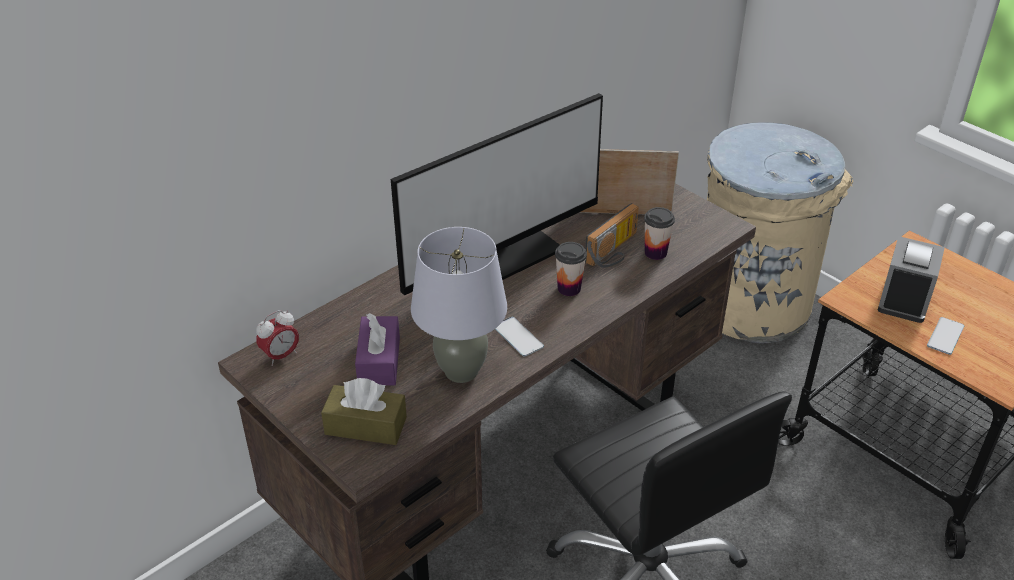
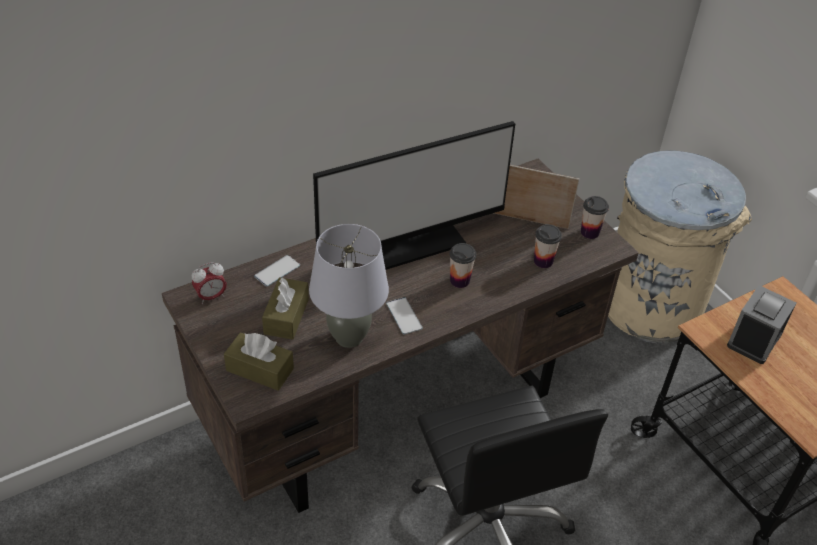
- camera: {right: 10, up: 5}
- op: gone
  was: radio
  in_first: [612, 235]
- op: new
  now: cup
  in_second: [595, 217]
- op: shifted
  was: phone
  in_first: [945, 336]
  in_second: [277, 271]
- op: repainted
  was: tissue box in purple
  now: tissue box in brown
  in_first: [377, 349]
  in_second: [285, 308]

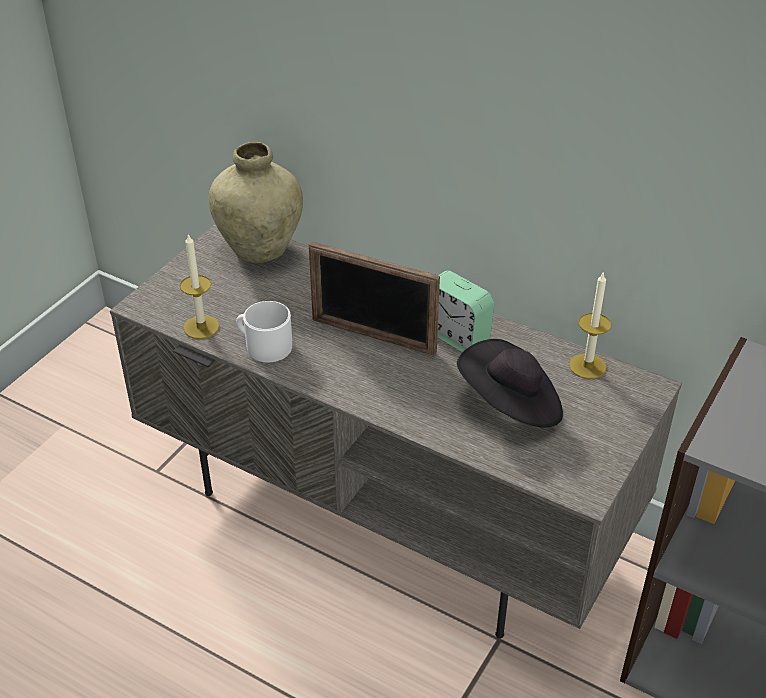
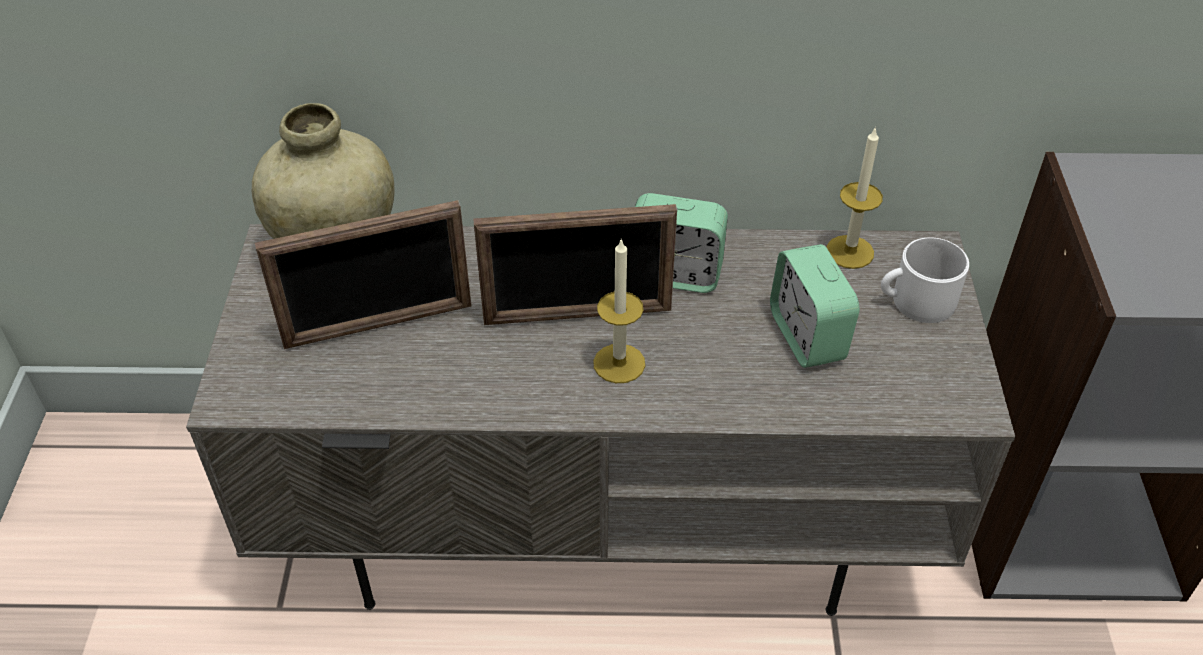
- camera: {right: -30, up: 5}
- op: new
  now: picture frame
  in_second: [363, 274]
- op: shifted
  was: candle
  in_first: [199, 286]
  in_second: [619, 310]
- op: shifted
  was: mug in white
  in_first: [264, 331]
  in_second: [925, 280]
- op: swapped
  was: hat in black
  now: alarm clock
  in_first: [510, 383]
  in_second: [815, 306]

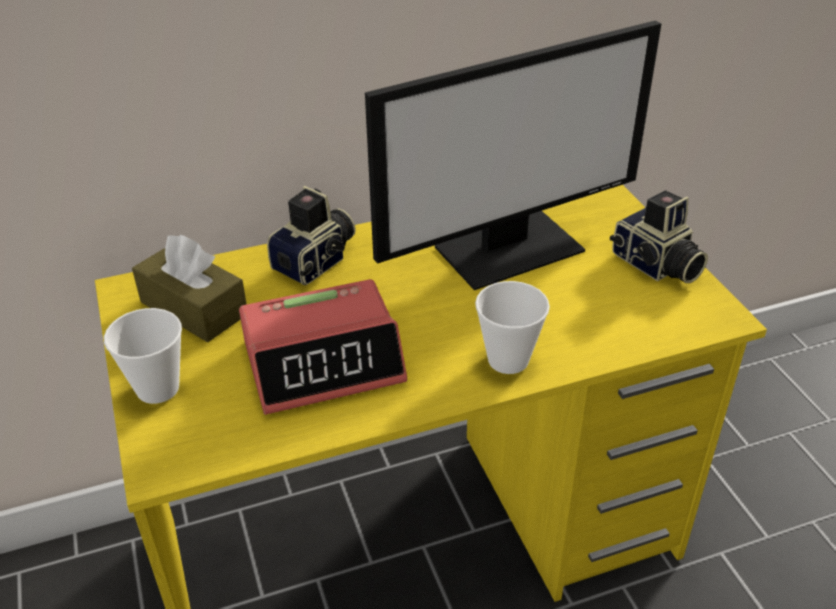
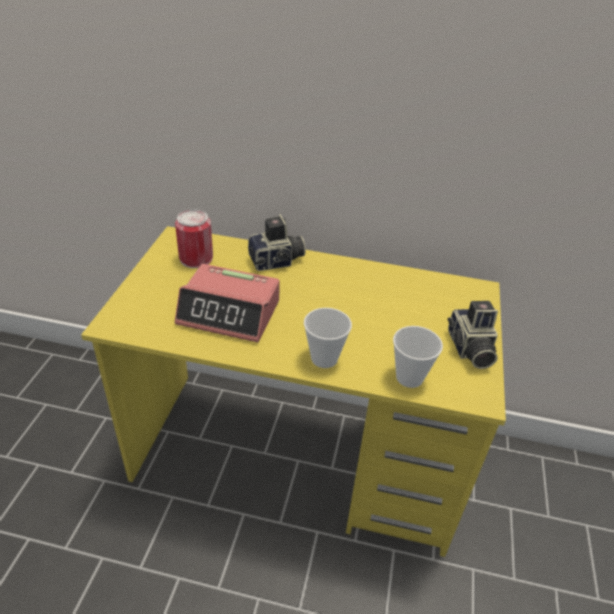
- camera: {right: 30, up: 0}
- op: gone
  was: monitor
  in_first: [513, 155]
- op: shifted
  was: cup
  in_first: [143, 356]
  in_second: [418, 357]
- op: swapped
  was: tissue box in brown
  now: can
  in_first: [189, 288]
  in_second: [194, 239]

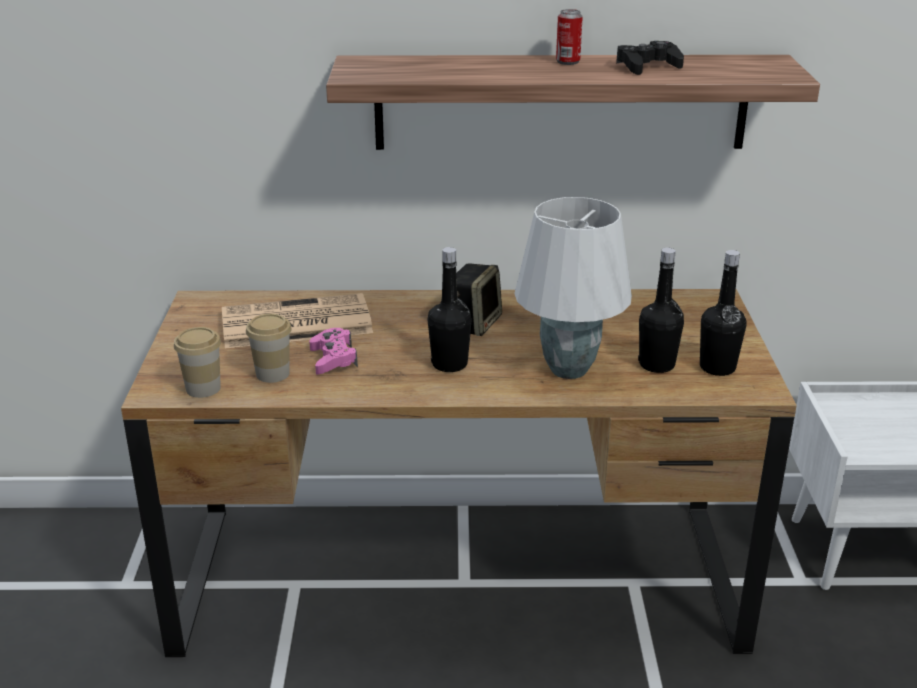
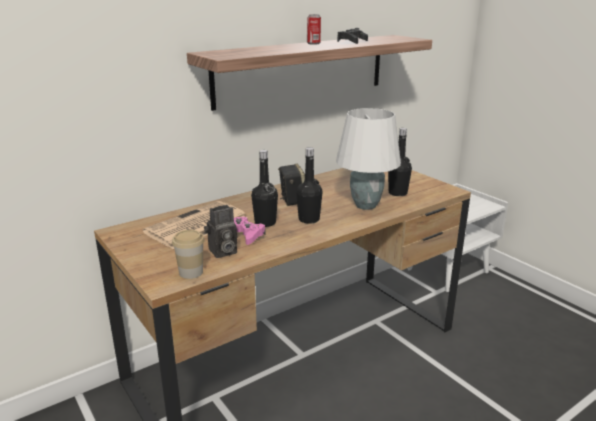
- camera: {right: -35, up: -5}
- op: shifted
  was: bottle in black
  in_first: [723, 313]
  in_second: [264, 188]
- op: swapped
  was: cup
  now: photo camera
  in_first: [269, 348]
  in_second: [220, 231]

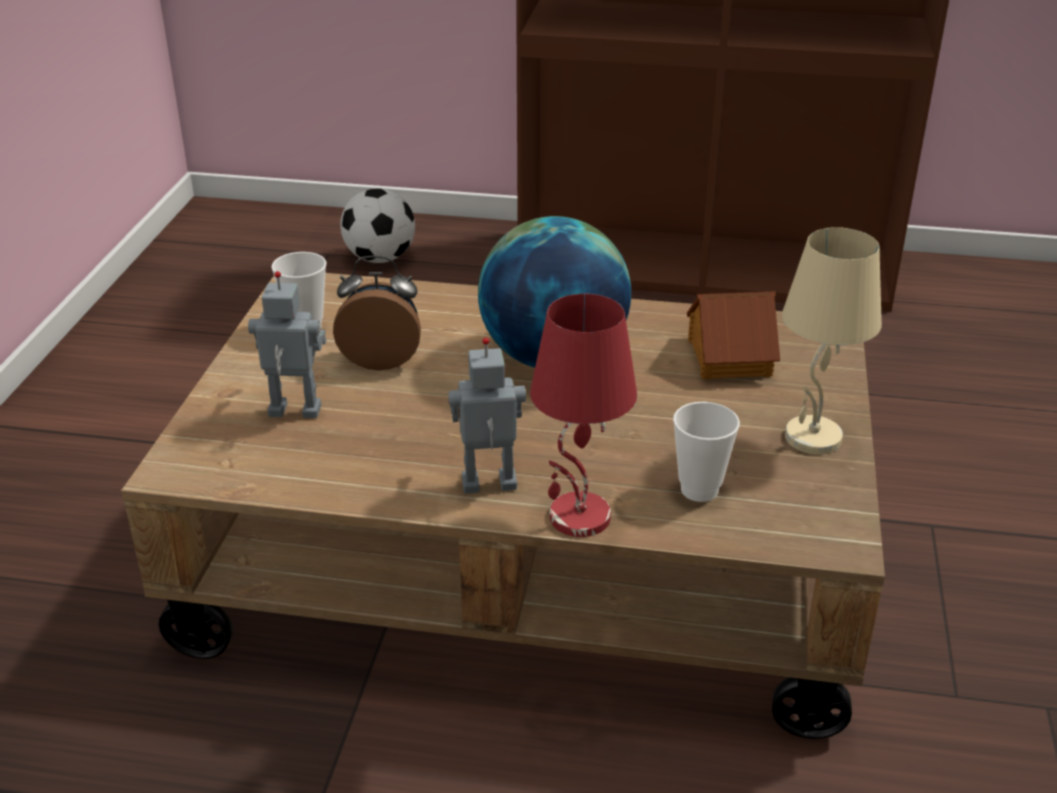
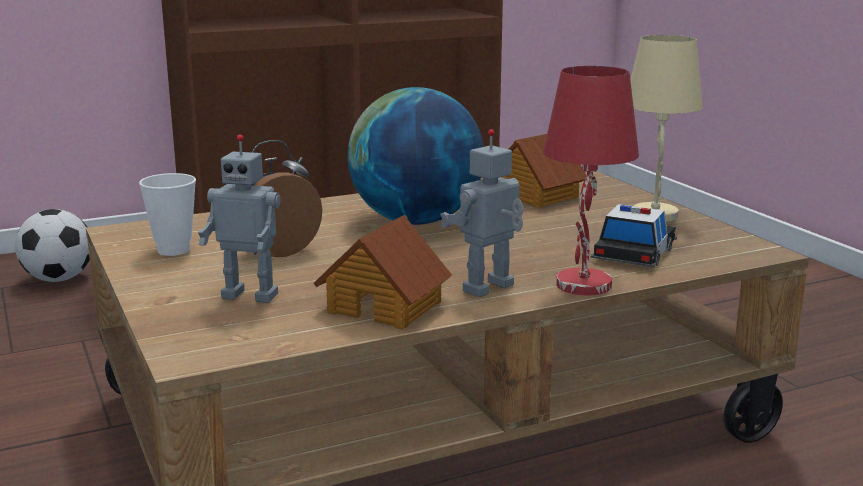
- camera: {right: -35, up: -15}
- op: new
  now: toy house
  in_second: [382, 272]
- op: swapped
  was: cup
  now: toy car
  in_first: [706, 452]
  in_second: [633, 235]
- op: rotated
  was: toy robot
  in_first: [287, 344]
  in_second: [239, 219]
  clockwise: -135

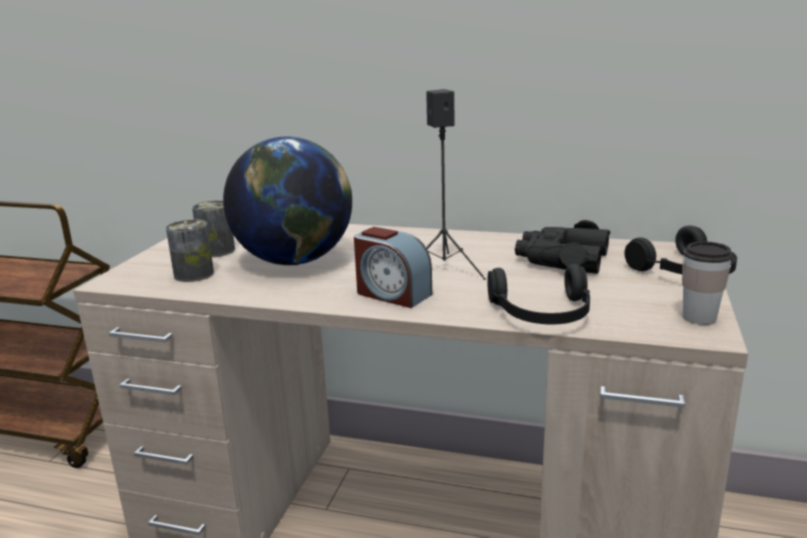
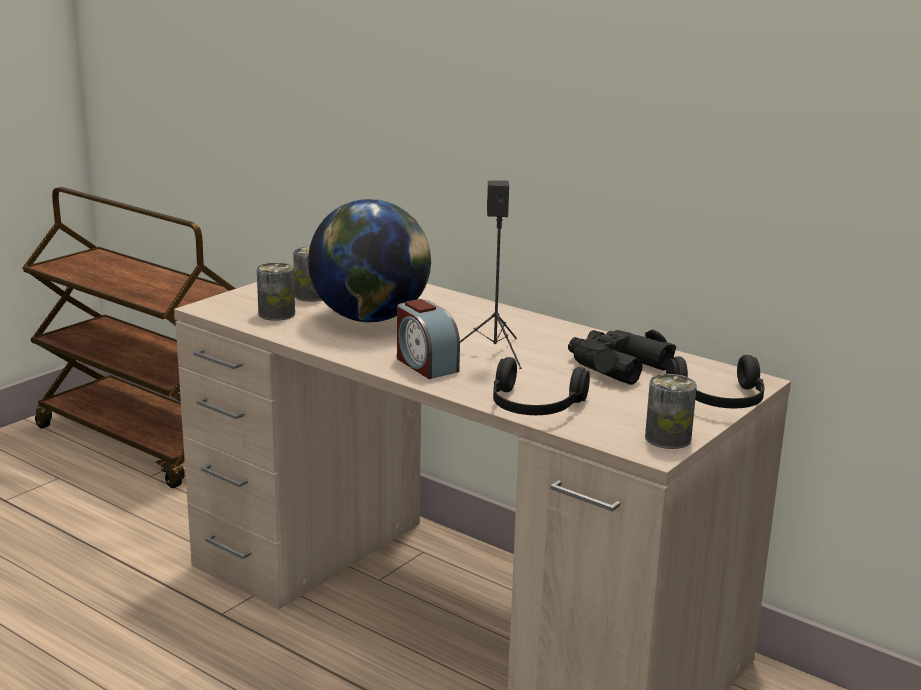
- camera: {right: 20, up: 0}
- op: swapped
  was: cup
  now: can
  in_first: [707, 283]
  in_second: [671, 411]

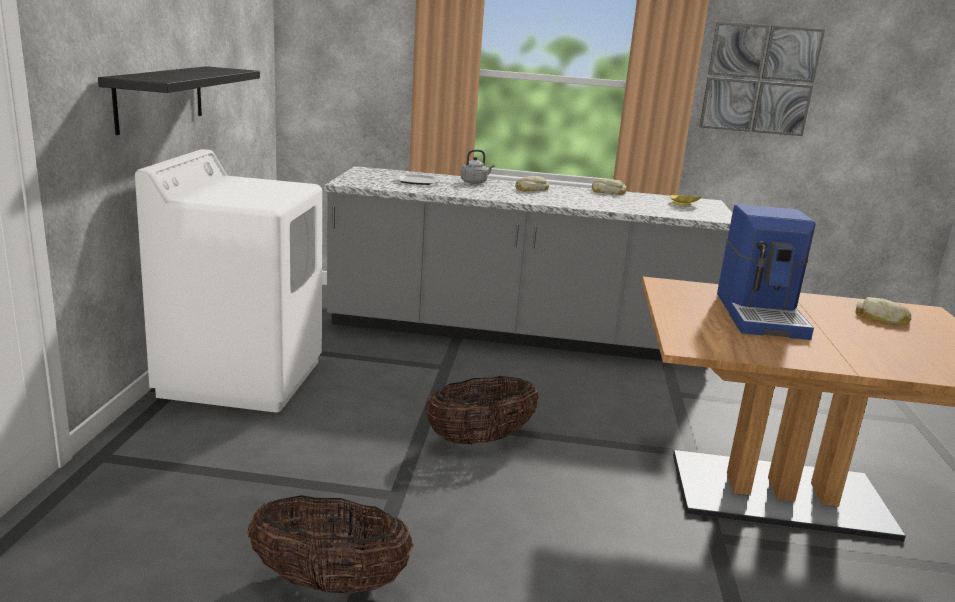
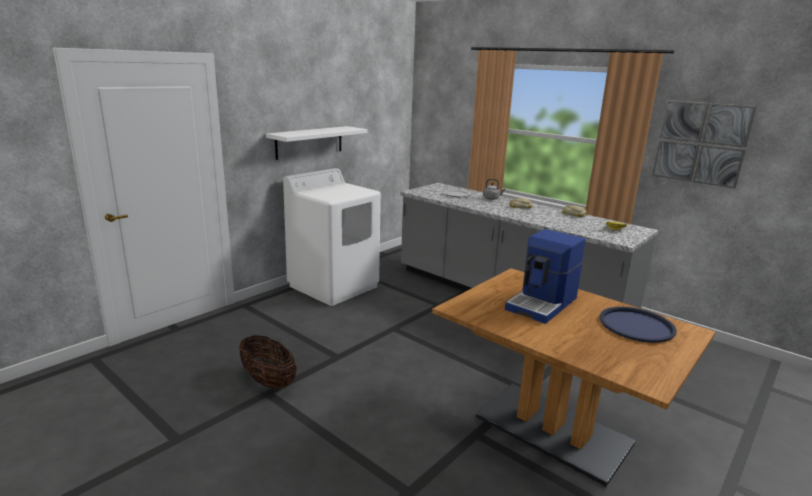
- camera: {right: 35, up: 0}
- op: gone
  was: basket
  in_first: [481, 410]
- op: swapped
  was: bread
  now: tray in blue
  in_first: [883, 311]
  in_second: [638, 325]
- op: repainted
  was: shelf in black
  now: shelf in white
  in_first: [179, 100]
  in_second: [316, 143]

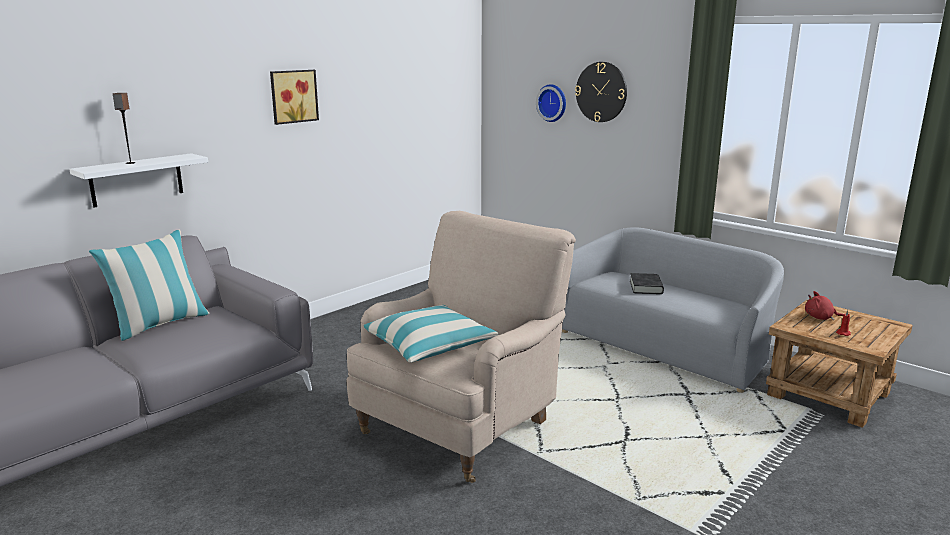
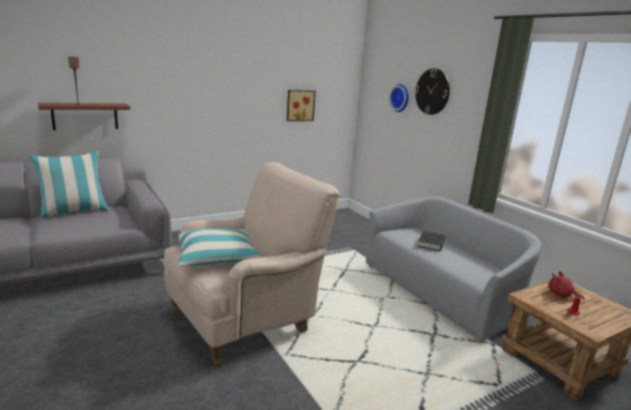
- camera: {right: 15, up: 0}
- op: shifted
  was: picture
  in_first: [294, 97]
  in_second: [301, 105]
- op: repainted
  was: shelf in white
  now: shelf in brown
  in_first: [139, 180]
  in_second: [84, 116]

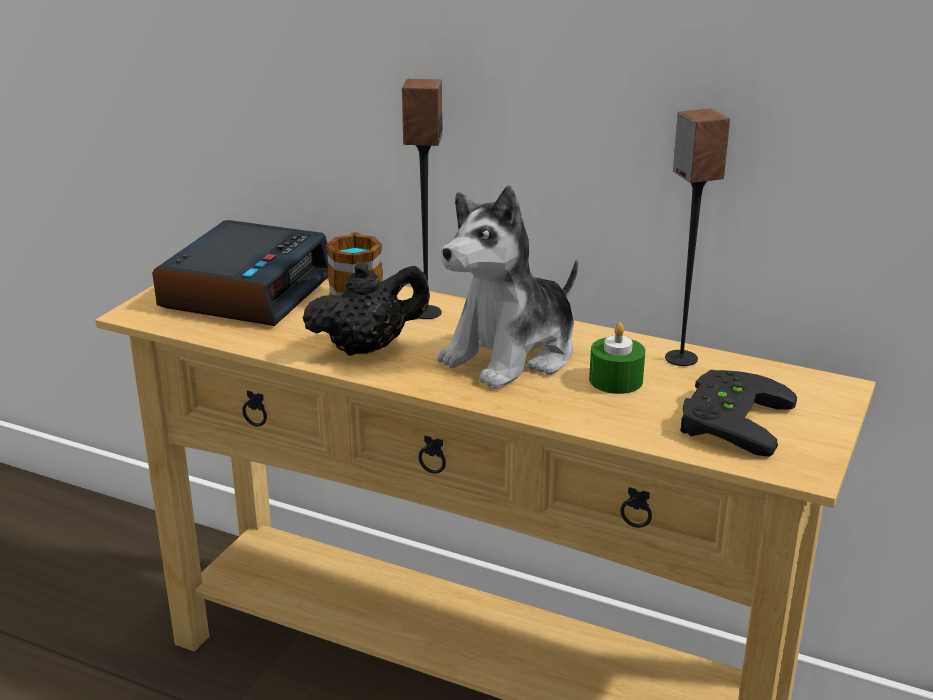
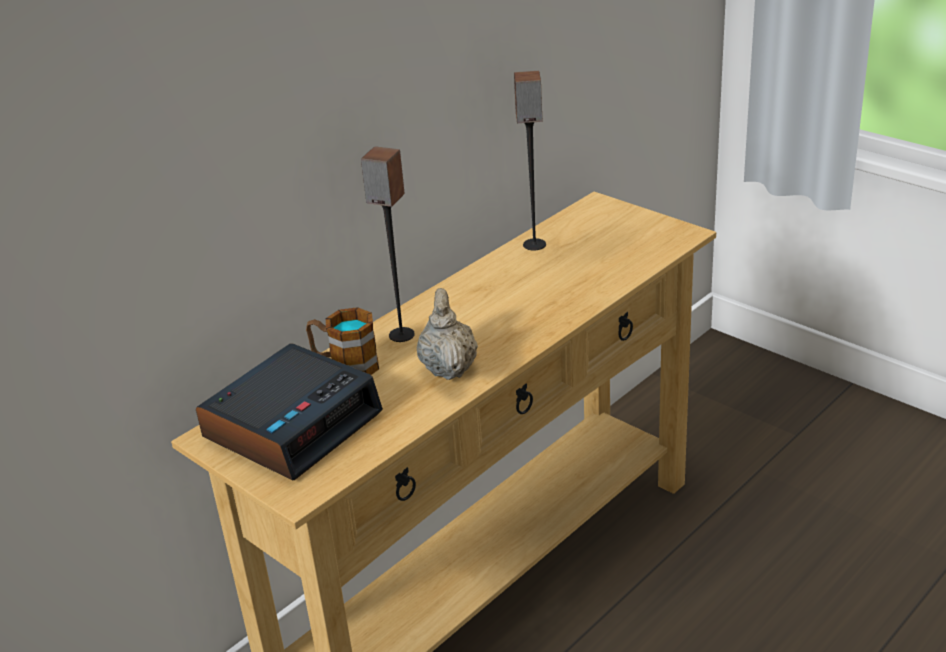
- camera: {right: -70, up: 5}
- op: gone
  was: plush toy
  in_first: [507, 287]
- op: gone
  was: candle in green
  in_first: [617, 358]
- op: gone
  was: game controller in black
  in_first: [738, 413]
- op: repainted
  was: teapot in black
  now: teapot in beige
  in_first: [366, 309]
  in_second: [447, 334]
- op: rotated
  was: alarm clock
  in_first: [240, 273]
  in_second: [289, 411]
  clockwise: 90

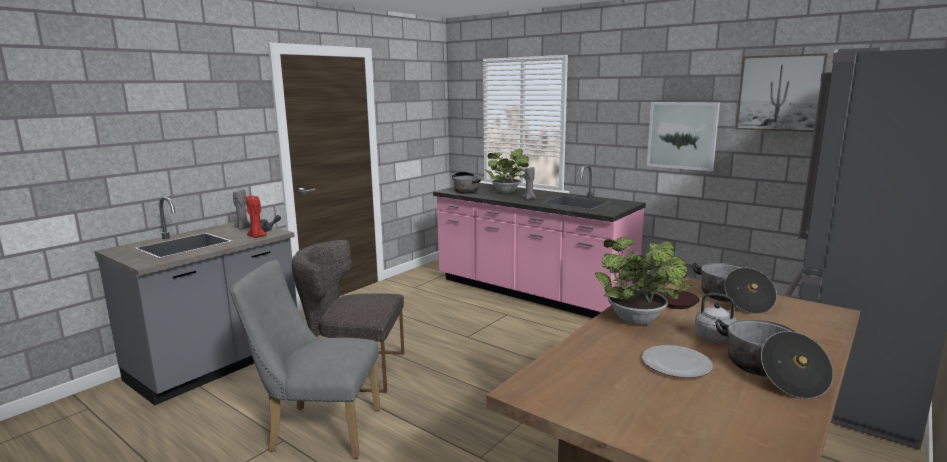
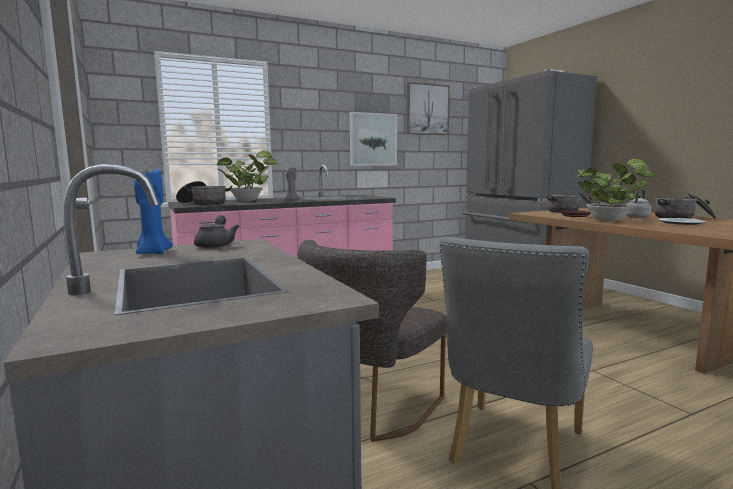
- camera: {right: -65, up: -5}
- op: gone
  was: candle in red
  in_first: [256, 217]
- op: repainted
  was: candle in grey
  now: candle in blue
  in_first: [242, 209]
  in_second: [153, 210]

